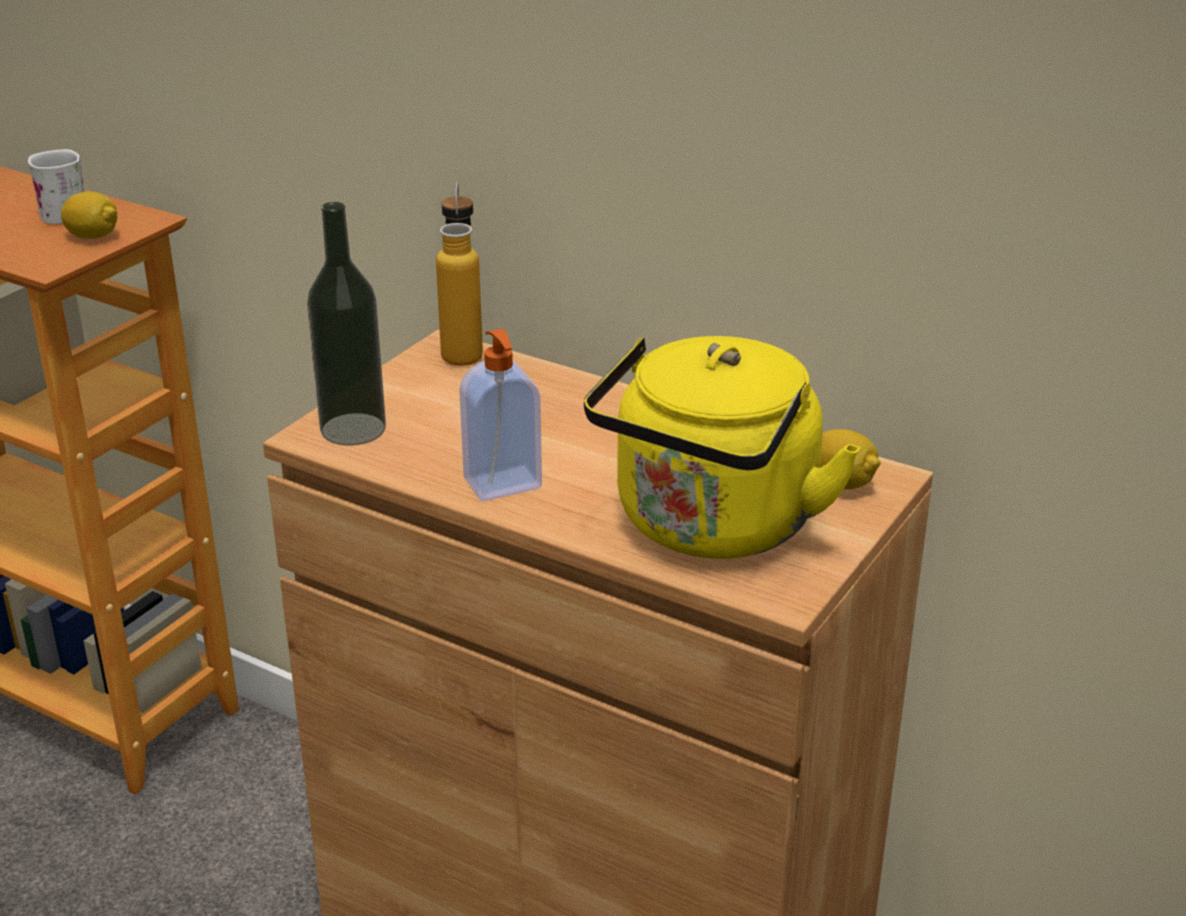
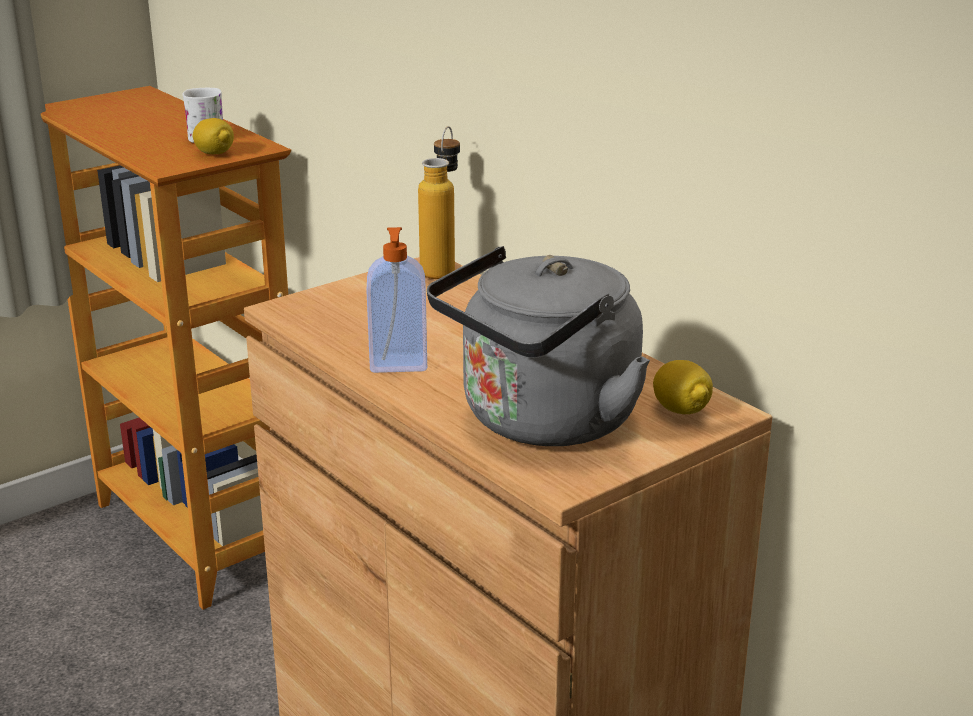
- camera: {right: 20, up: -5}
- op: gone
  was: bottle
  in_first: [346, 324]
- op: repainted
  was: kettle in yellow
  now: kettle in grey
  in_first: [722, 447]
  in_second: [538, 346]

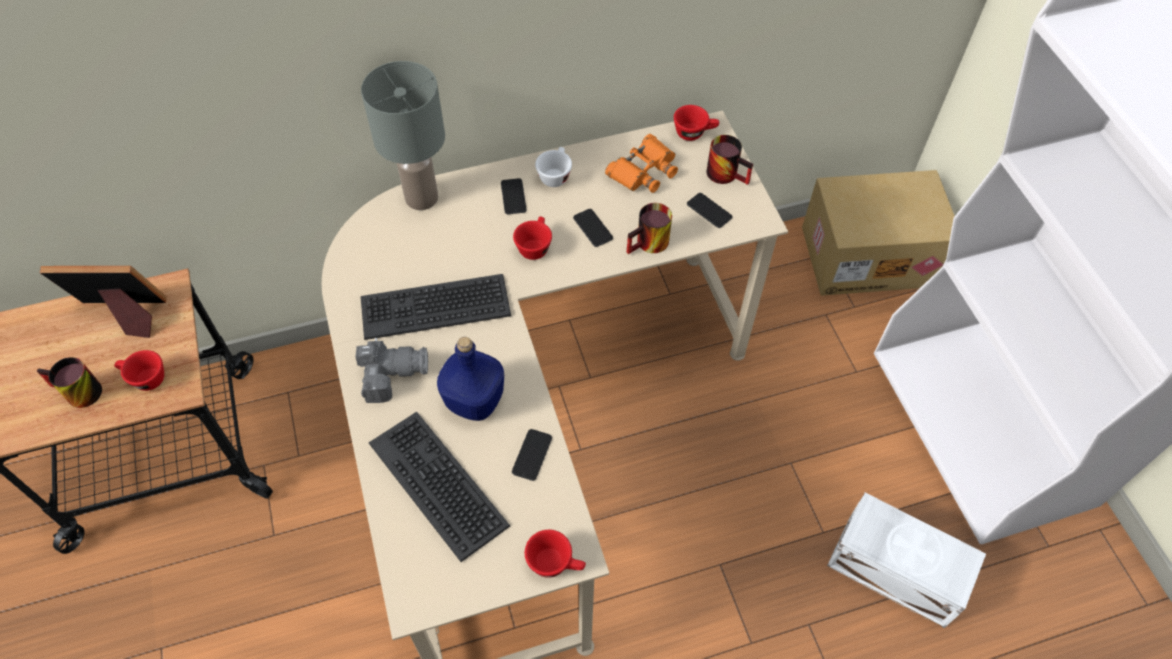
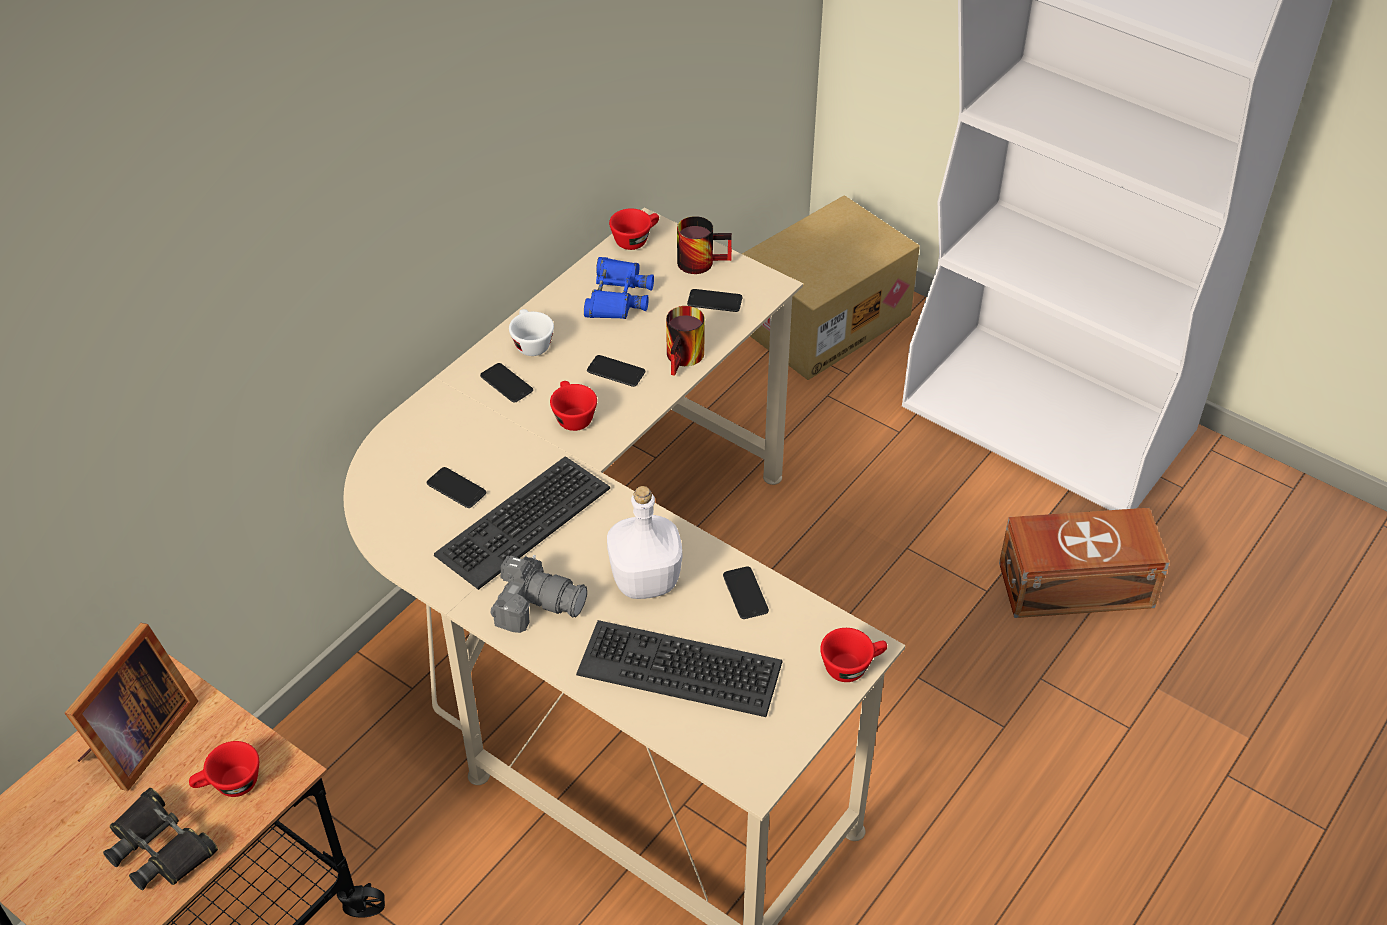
- camera: {right: -35, up: -10}
- op: gone
  was: table lamp in grey
  in_first: [403, 135]
- op: new
  now: phone
  in_second: [456, 487]
- op: swapped
  was: mug
  now: binoculars in black
  in_first: [69, 382]
  in_second: [160, 839]
- op: repainted
  was: bottle in blue
  now: bottle in white
  in_first: [470, 379]
  in_second: [645, 542]
- op: repainted
  was: binoculars in orange
  now: binoculars in blue
  in_first: [641, 163]
  in_second: [619, 288]
- op: repainted
  was: storage box in white
  now: storage box in brown
  in_first: [906, 560]
  in_second: [1084, 563]
- op: rotated
  was: picture frame
  in_first: [103, 302]
  in_second: [131, 707]
  clockwise: 150
- op: rotated
  was: photo camera
  in_first: [391, 370]
  in_second: [539, 594]
  clockwise: 60

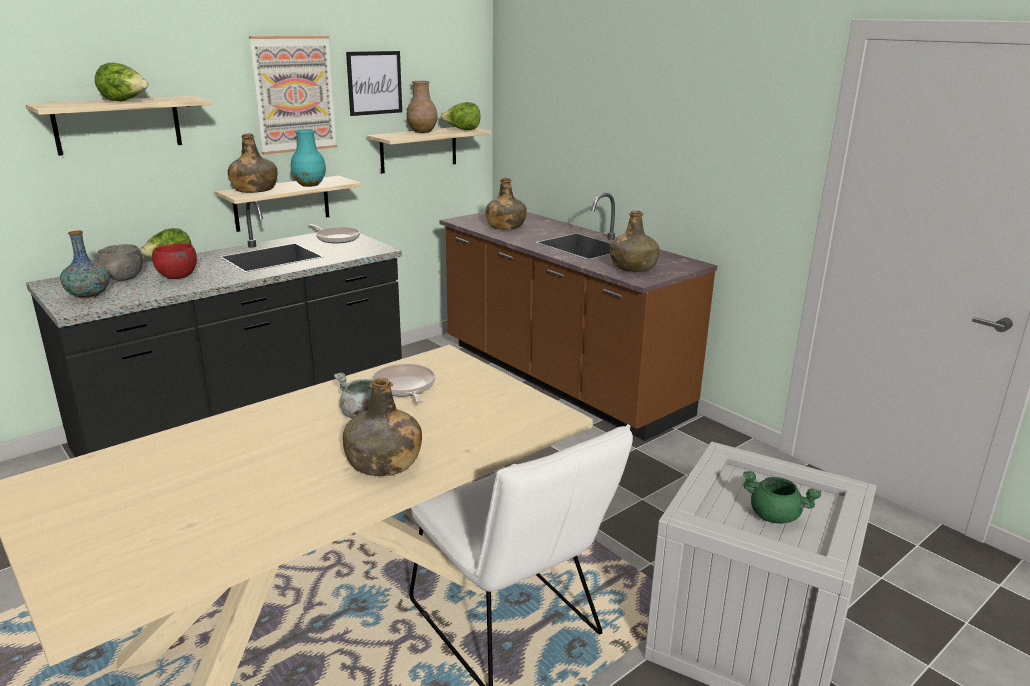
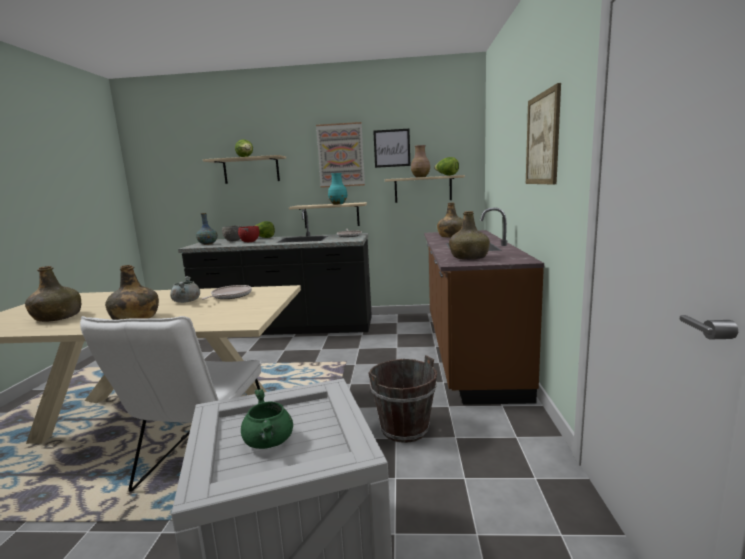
- camera: {right: 45, up: -10}
- op: new
  now: bucket in brown
  in_second: [402, 399]
- op: new
  now: picture
  in_second: [543, 134]
- op: shifted
  was: bottle in green
  in_first: [252, 163]
  in_second: [53, 294]

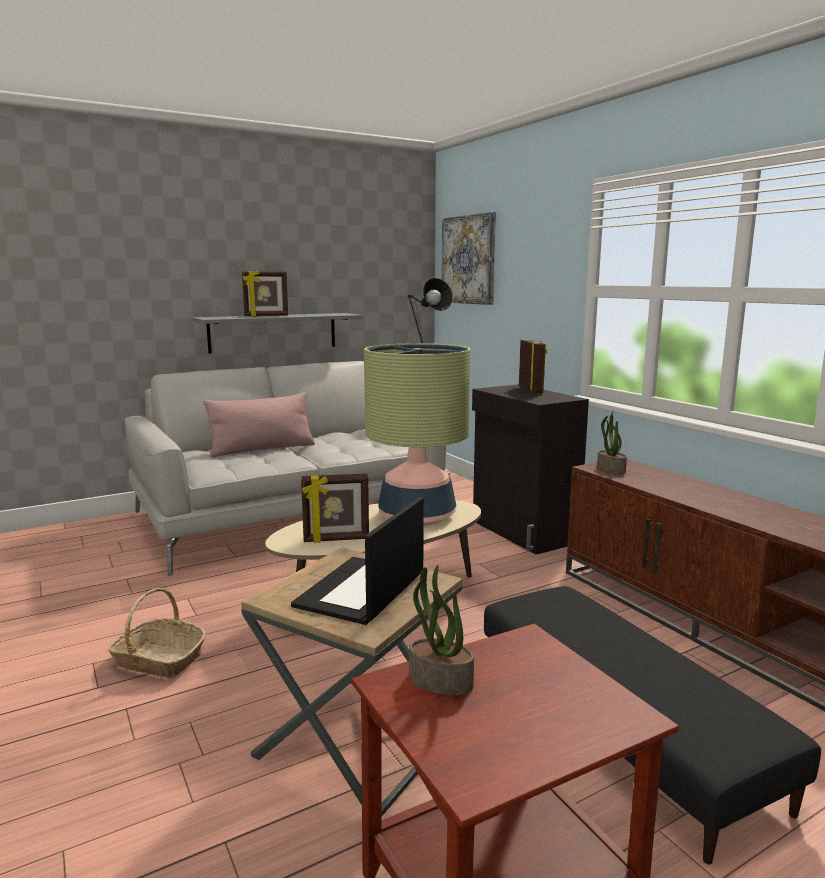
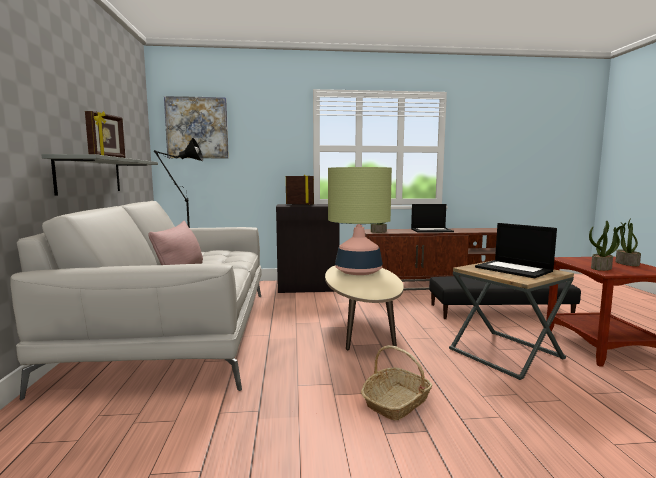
- camera: {right: -65, up: -5}
- op: gone
  was: picture frame
  in_first: [335, 508]
- op: new
  now: laptop
  in_second: [432, 218]
- op: new
  now: potted plant
  in_second: [628, 242]

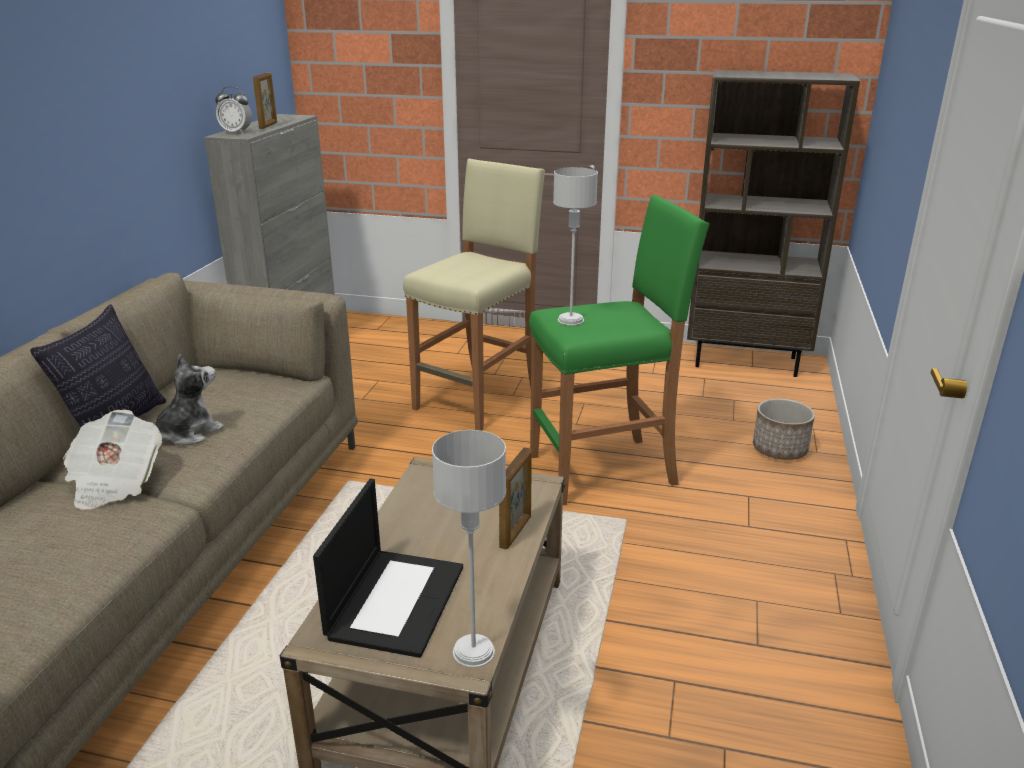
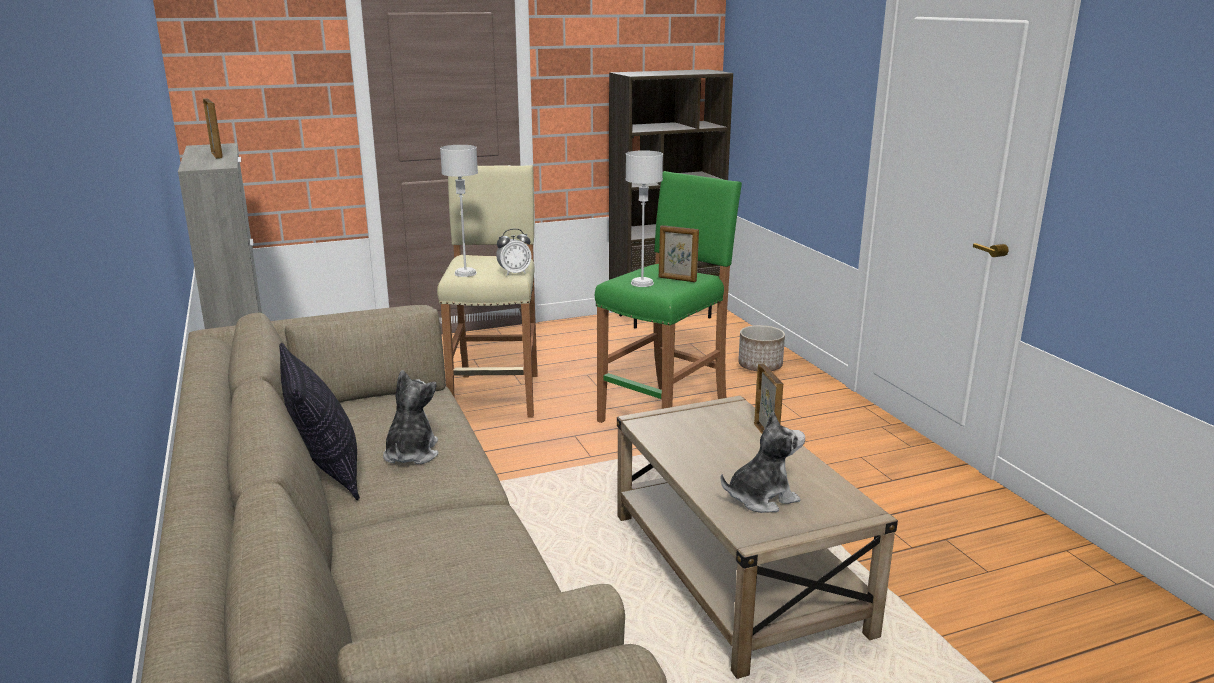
- camera: {right: -35, up: -5}
- op: gone
  was: newspaper
  in_first: [112, 460]
- op: new
  now: picture frame
  in_second: [679, 253]
- op: shifted
  was: alarm clock
  in_first: [233, 110]
  in_second: [514, 252]
- op: shifted
  was: table lamp in grey
  in_first: [469, 549]
  in_second: [459, 211]
- op: swapped
  was: laptop
  now: plush toy
  in_first: [388, 568]
  in_second: [763, 462]

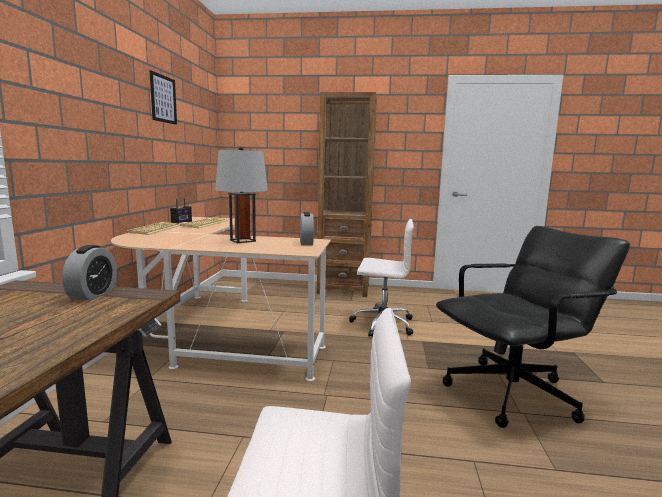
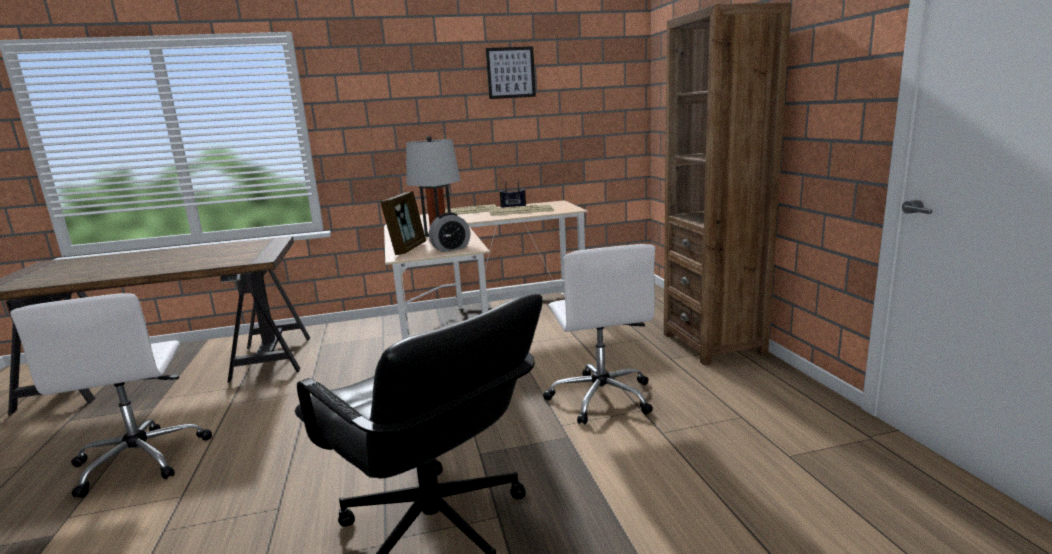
- camera: {right: 70, up: 5}
- op: gone
  was: alarm clock
  in_first: [89, 273]
- op: new
  now: picture frame
  in_second: [403, 223]

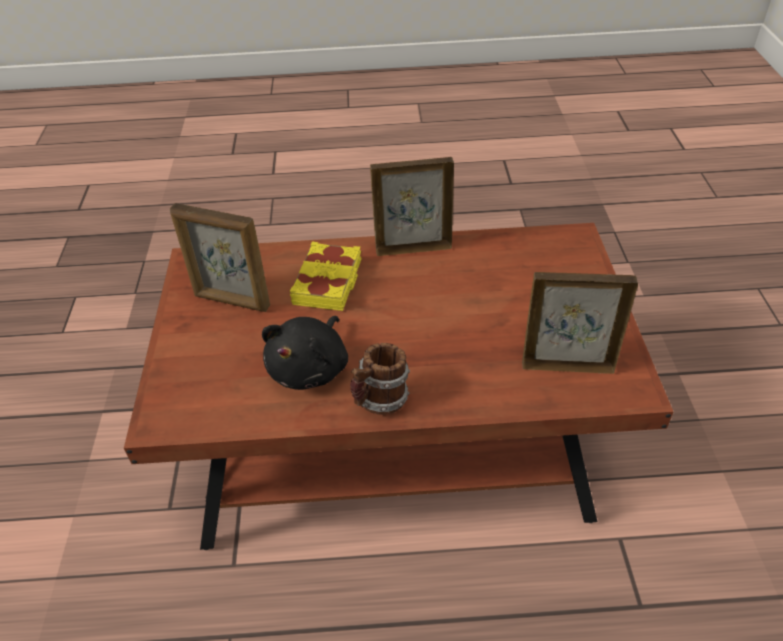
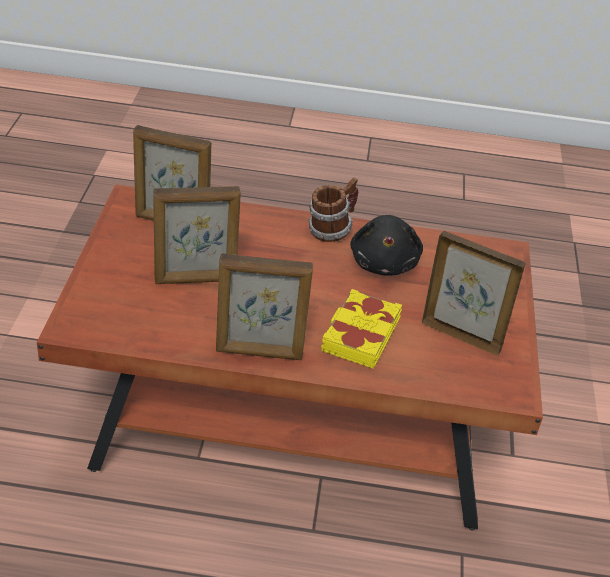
- camera: {right: -175, up: -5}
- op: new
  now: picture frame
  in_second: [197, 235]
- op: rotated
  was: plush toy in black
  in_first: [305, 353]
  in_second: [386, 245]
  clockwise: 150

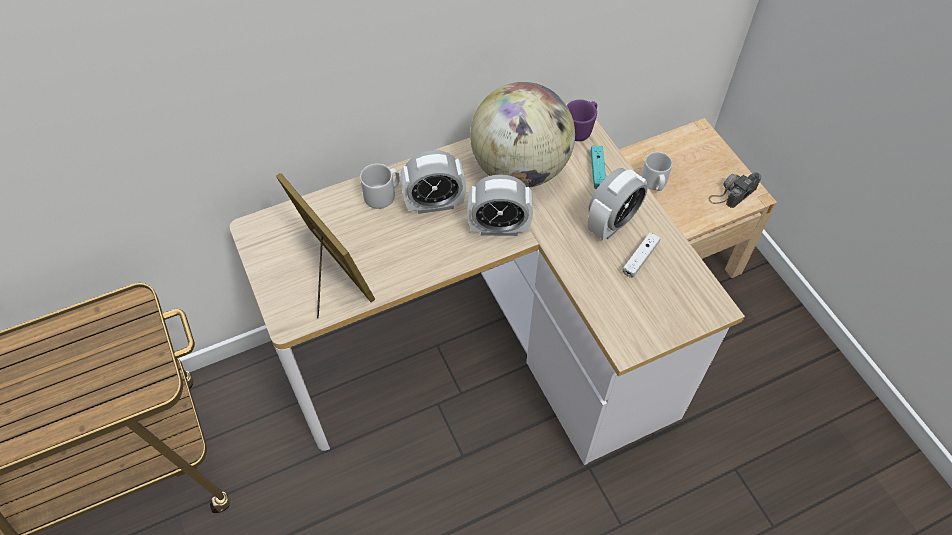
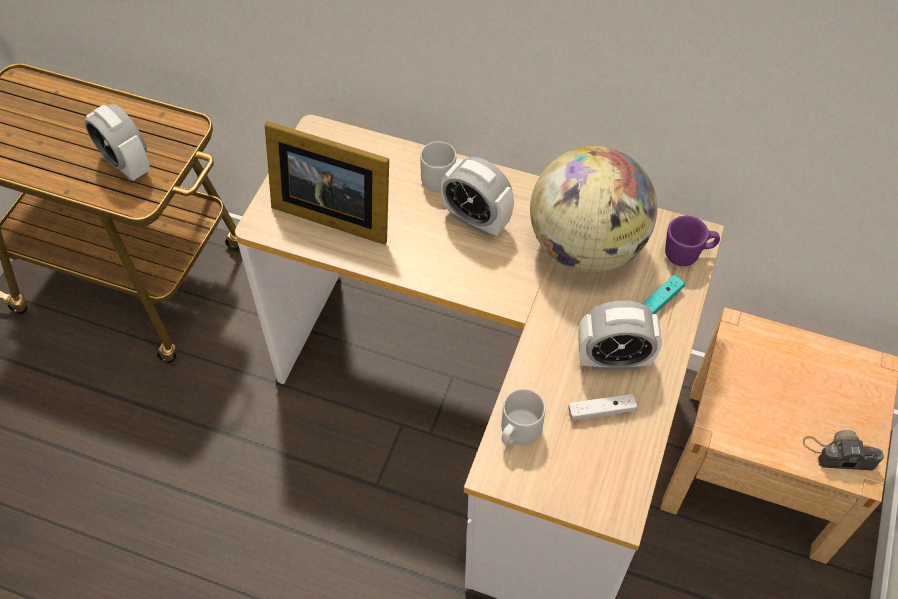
- camera: {right: 45, up: 0}
- op: shifted
  was: alarm clock
  in_first: [500, 205]
  in_second: [117, 142]
- op: shifted
  was: mug in grey
  in_first: [656, 171]
  in_second: [523, 417]
- op: rotated
  was: picture frame
  in_first: [325, 246]
  in_second: [327, 183]
  clockwise: 105

